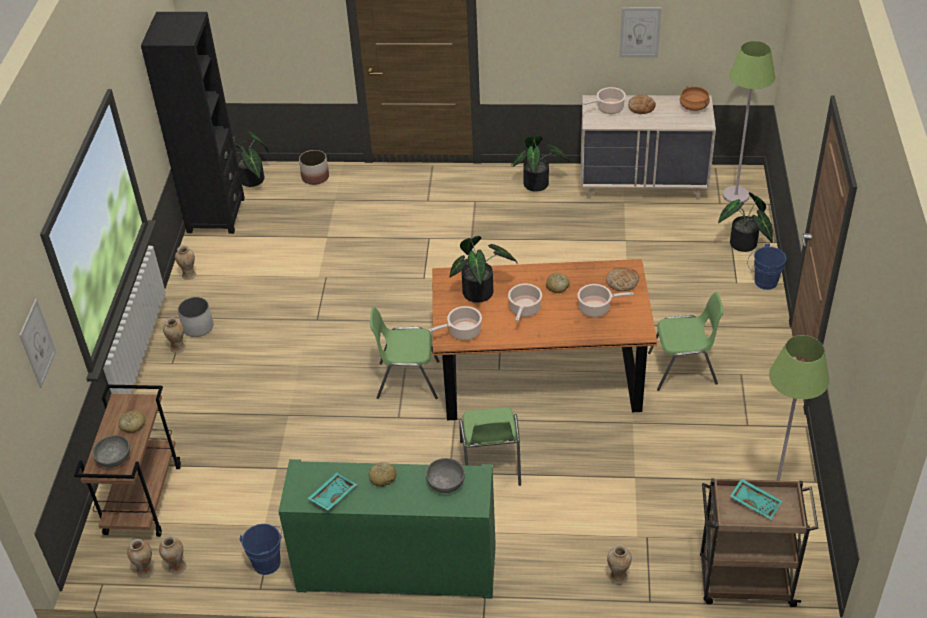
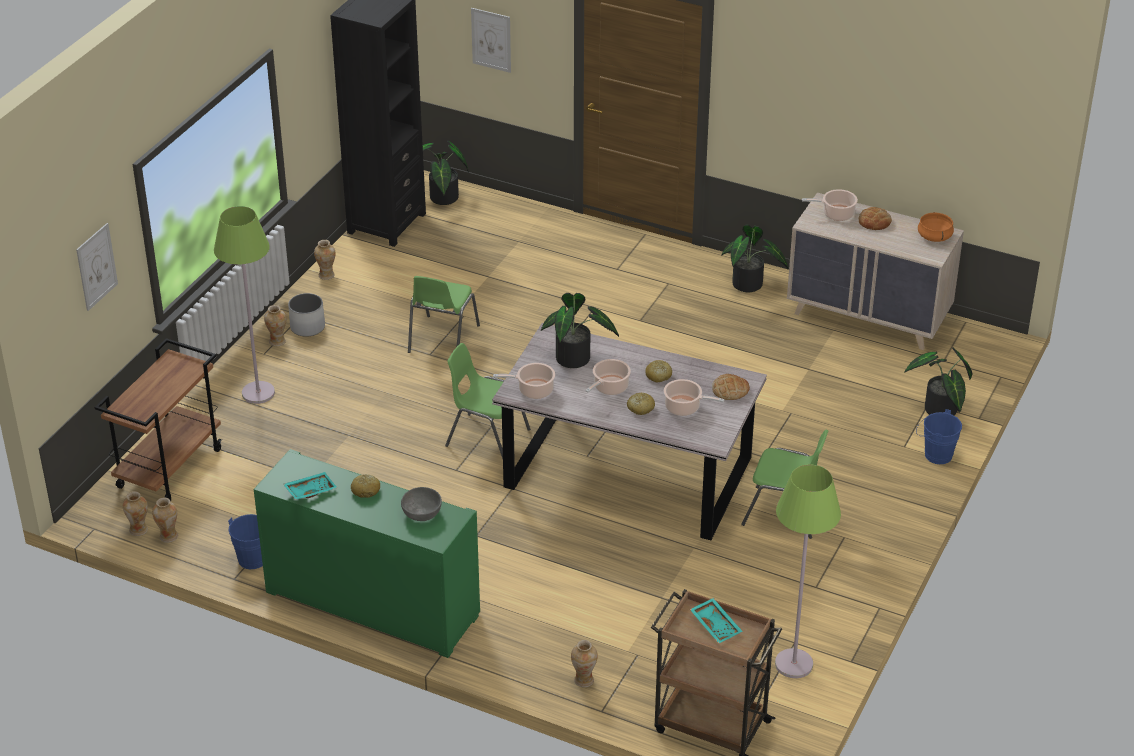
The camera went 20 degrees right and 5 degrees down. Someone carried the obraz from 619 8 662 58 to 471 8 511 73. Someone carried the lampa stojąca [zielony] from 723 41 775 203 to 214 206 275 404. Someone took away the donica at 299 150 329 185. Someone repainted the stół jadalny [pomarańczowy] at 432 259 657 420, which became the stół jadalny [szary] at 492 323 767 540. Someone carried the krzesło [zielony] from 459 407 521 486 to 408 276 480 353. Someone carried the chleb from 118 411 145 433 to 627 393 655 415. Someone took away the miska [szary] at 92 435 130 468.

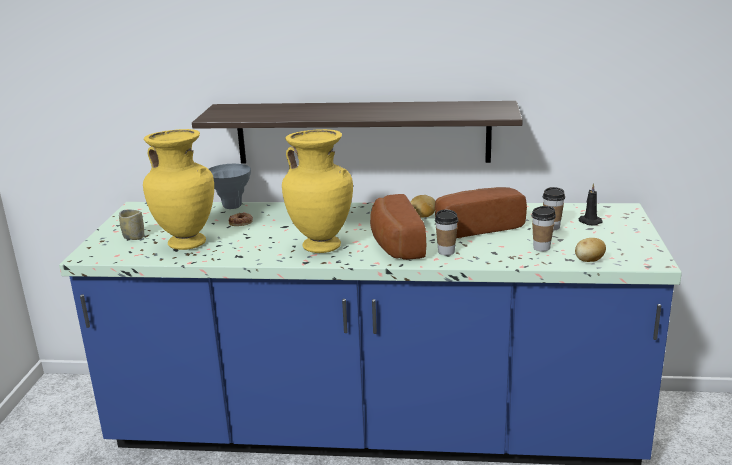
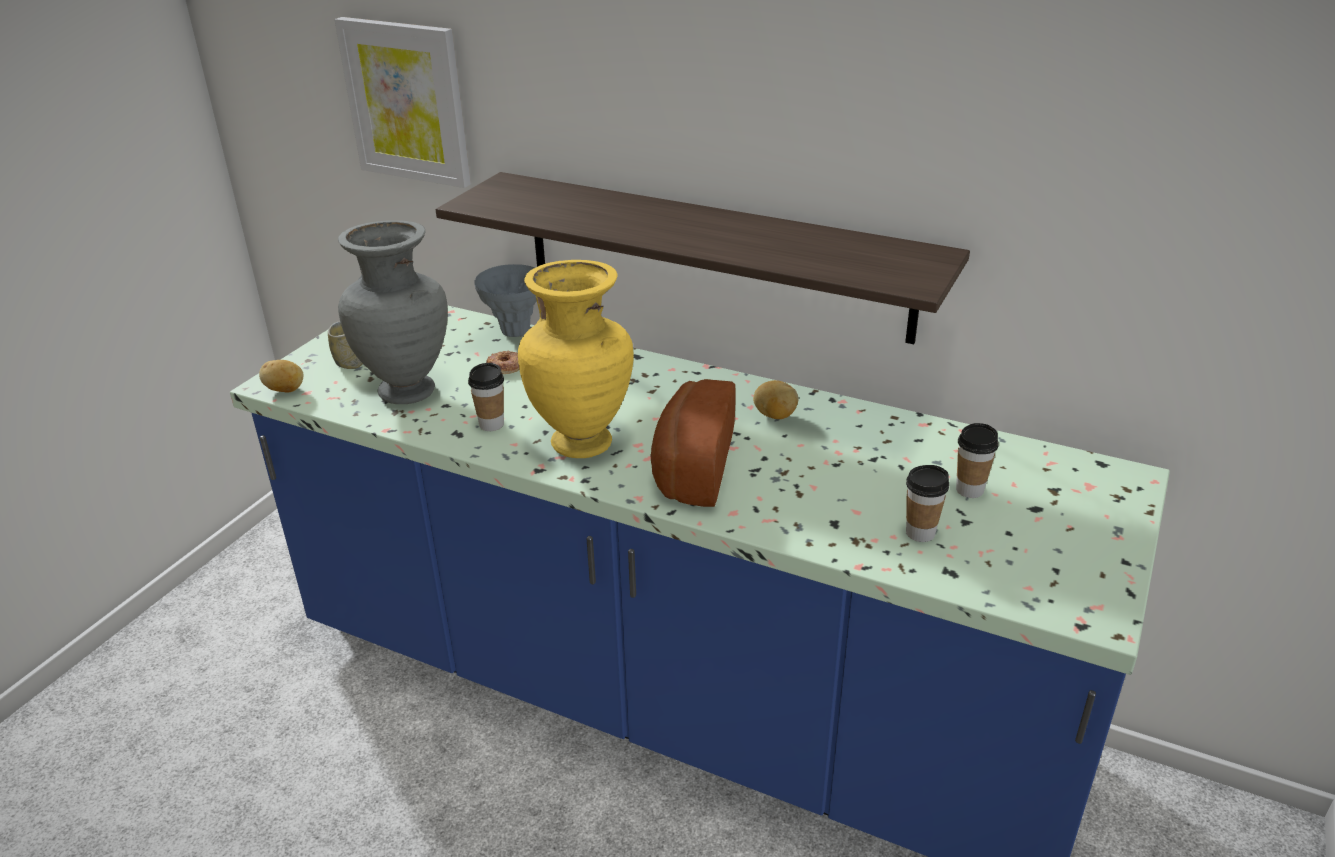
The camera went 20 degrees right and 10 degrees up. Someone repainted the wazon [żółty] at 143 129 214 250, which became the wazon [szary] at 338 220 448 404. Someone took away the świeca [czarny] at 579 183 602 226. Someone took away the chleb at 435 187 527 238. Someone carried the filiżanka from 435 210 459 256 to 468 363 504 431. Someone carried the ziemniak from 575 238 606 262 to 259 360 304 393. Someone put up the obraz at 335 17 471 188.

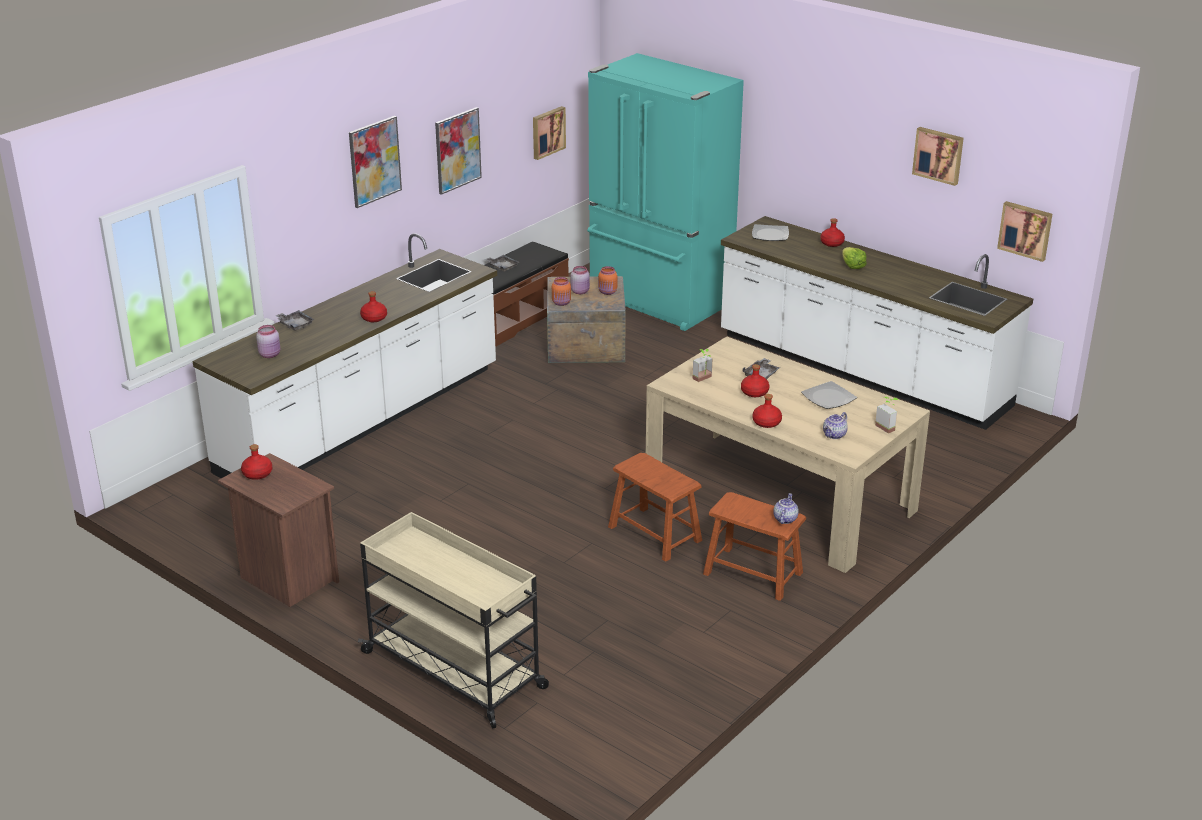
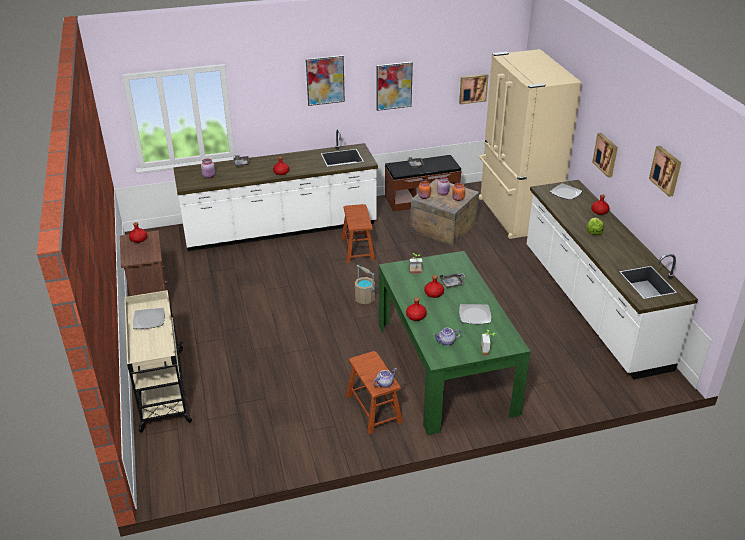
The camera went 35 degrees right and 5 degrees up. Someone repainted the lodówka [turkusowy] at 587 53 744 331, which became the lodówka [beżowy] at 479 49 582 239. Someone carried the obraz from 997 201 1052 262 to 592 133 618 178. Someone repainted the stół jadalny [beżowy] at 646 336 930 573, which became the stół jadalny [zielony] at 379 251 531 435. Someone carried the stołek [brązowy] from 608 453 702 562 to 341 204 375 263. Someone put down the wiadro [beżowy] at 355 265 375 304. Someone put down the talerz at 133 308 165 329.

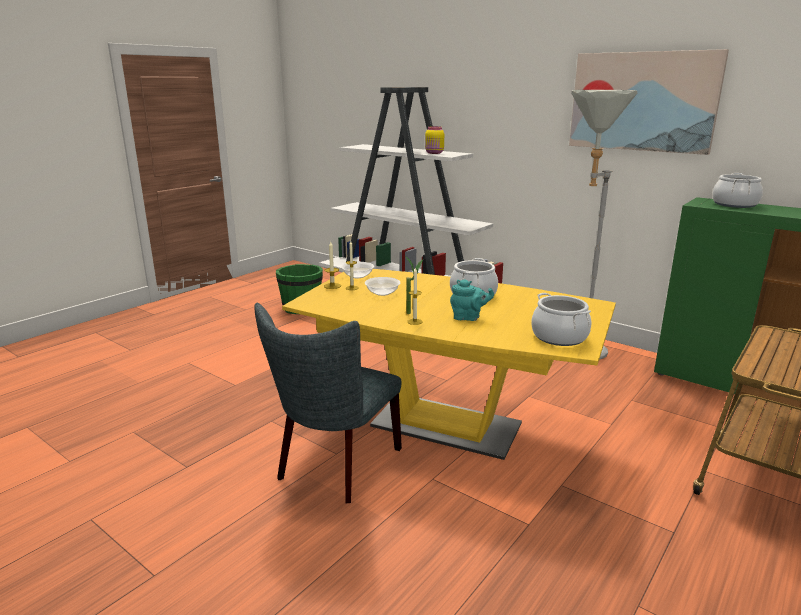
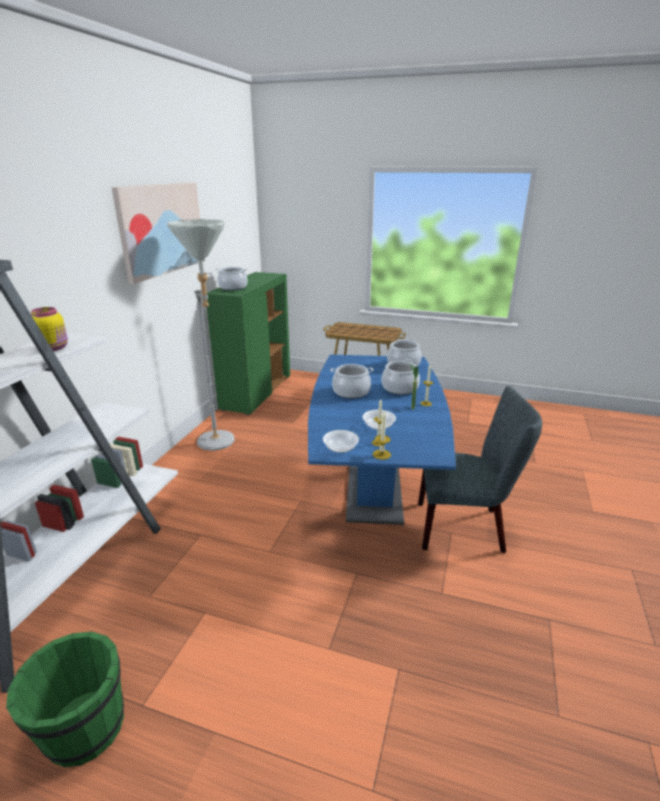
The camera went 110 degrees left and 5 degrees up. Someone repainted the stół jadalny [żółty] at 282 269 616 460, which became the stół jadalny [niebieski] at 308 355 456 525. Someone swapped the imbryk [turkusowy] at 450 279 494 321 for the garnek at 381 359 420 395.

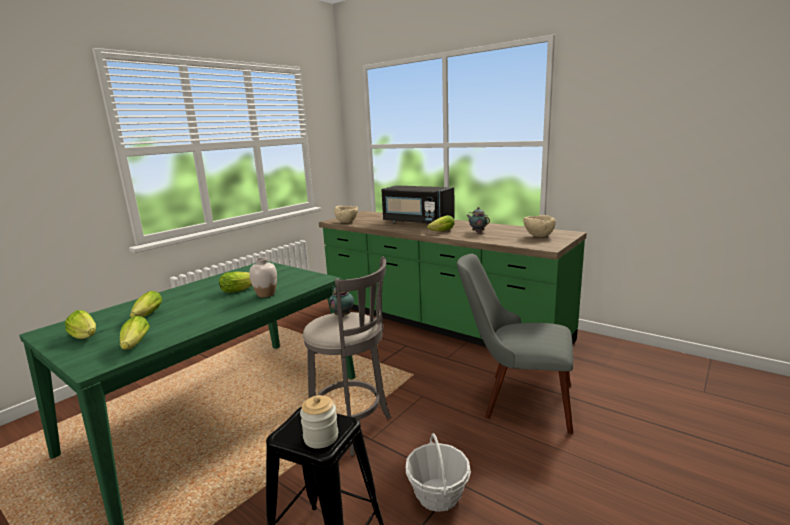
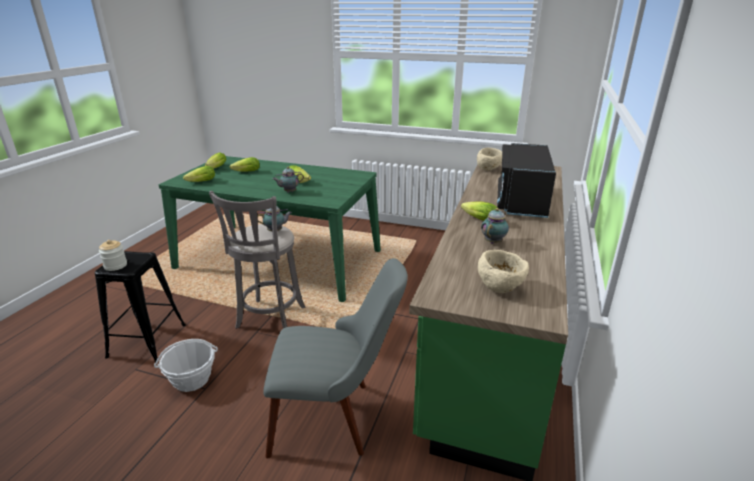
The camera went 70 degrees right and 10 degrees up. Someone rotated the krzesło [szary] at 457 254 573 434 by 90 degrees clockwise. Someone swapped the wazon [biały] at 249 257 277 298 for the imbryk at 273 167 304 192.

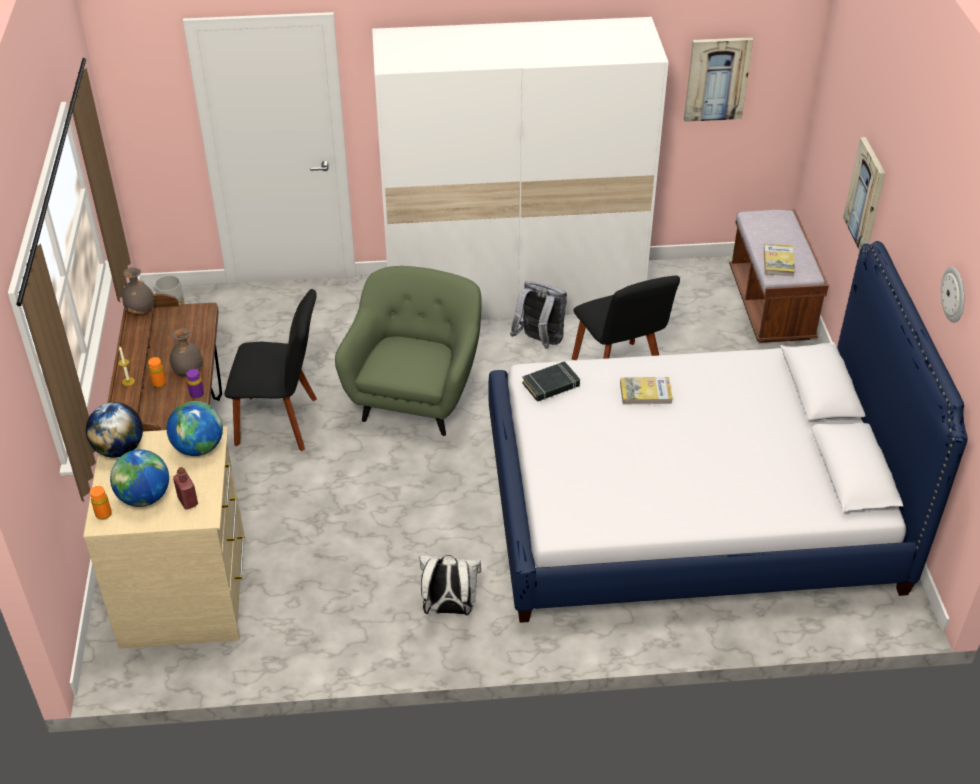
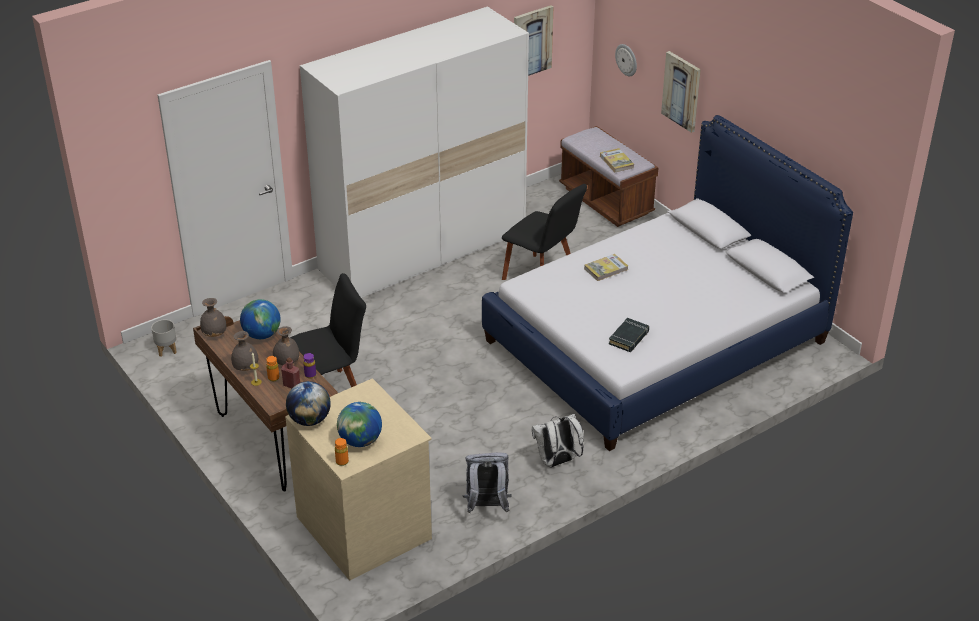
The camera went 30 degrees left and 5 degrees down. Someone took away the fotel [zielony] at 335 266 482 436. Someone carried the zegar ścienny from 941 267 964 323 to 615 44 637 76. Someone carried the plecak [szary] from 510 281 567 349 to 463 452 512 513. Someone carried the książka [czarny] from 522 361 580 402 to 609 318 649 352. Someone carried the globus from 167 401 223 456 to 240 299 280 339. Someone carried the butelka [czerwony] from 173 467 198 509 to 281 358 300 389. Someone put down the wazon [szary] at 231 331 258 371.

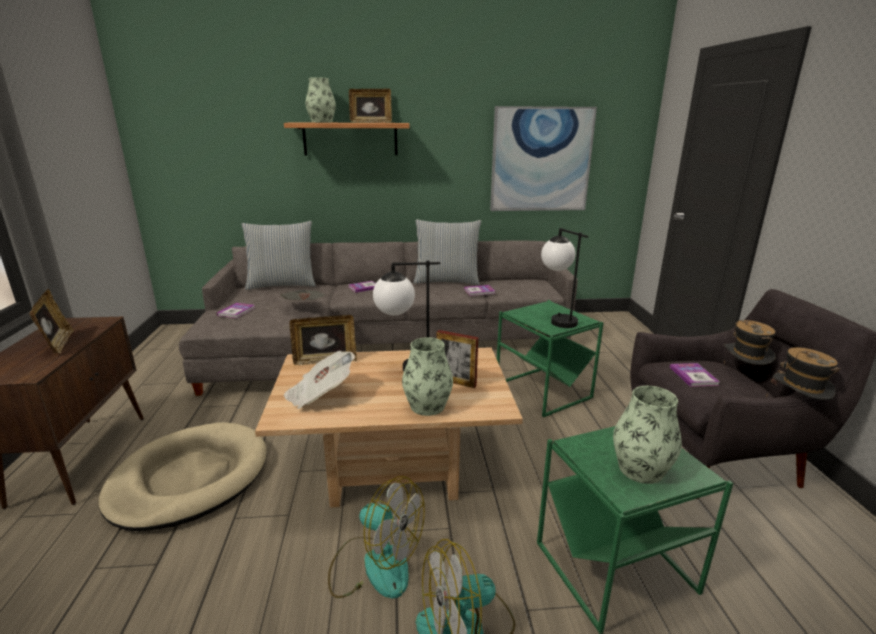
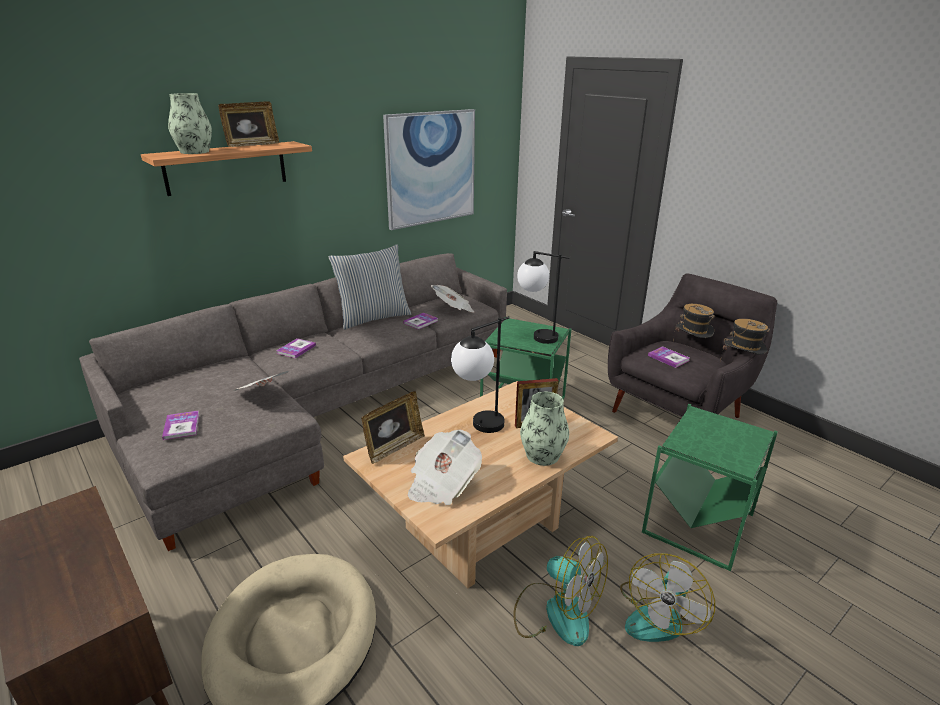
The camera went 35 degrees left and 5 degrees up. Someone took away the poduszka at 242 221 316 290. Someone took away the ramka na zdjęcie at 30 289 74 354. Someone took away the wazon at 613 386 682 484. Someone rotated the wentylator at 328 476 425 599 by 45 degrees clockwise. Someone put down the gazeta at 431 285 474 313.

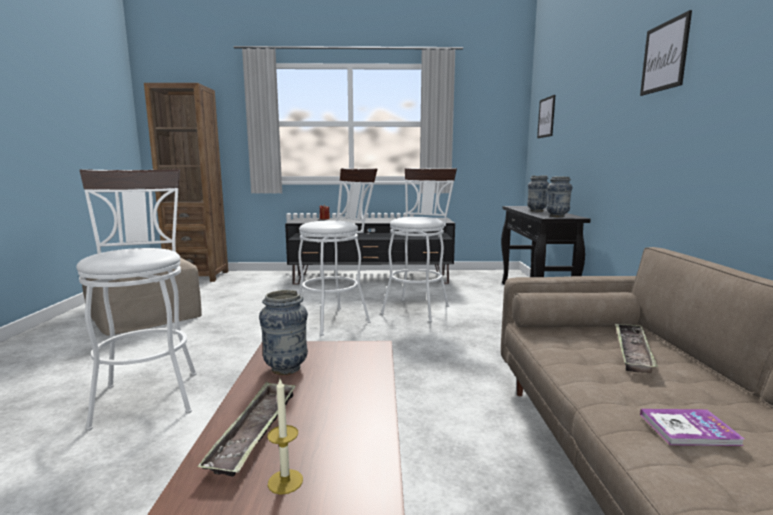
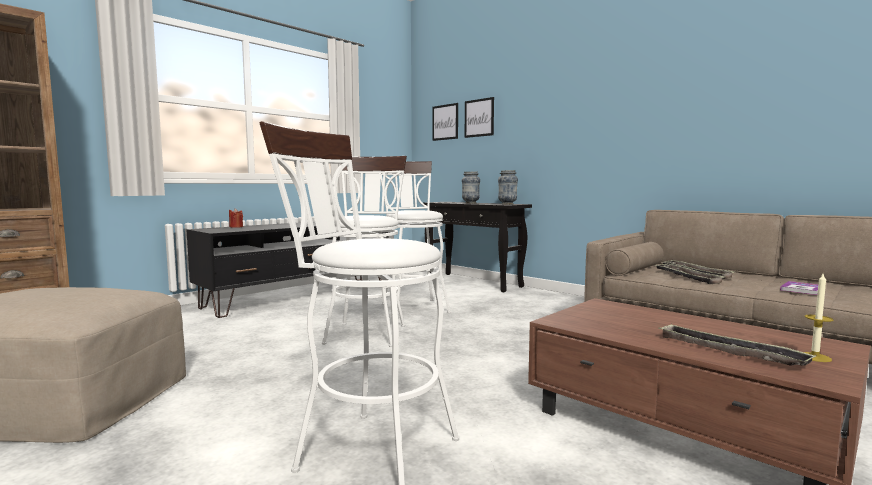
The camera went 45 degrees left and 5 degrees down. Someone carried the obraz from 640 10 692 96 to 465 97 494 138. Someone took away the wazon at 259 290 308 375. Someone put down the taca at 655 263 725 284.

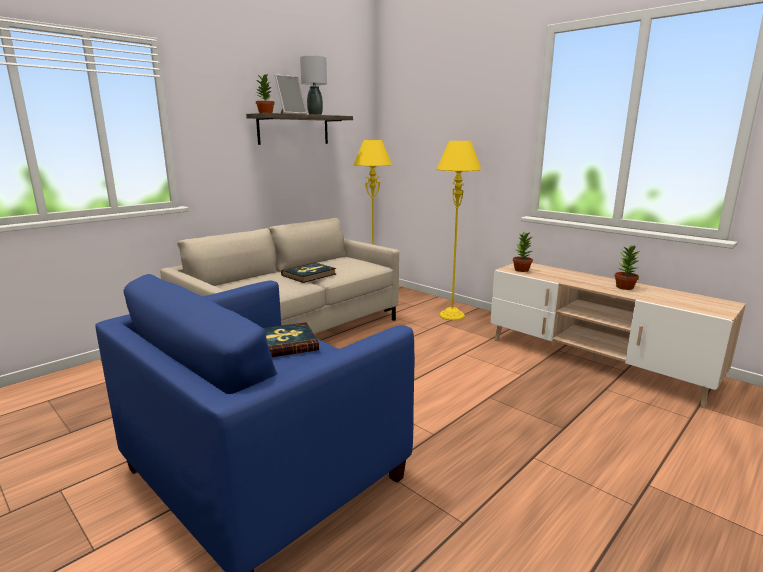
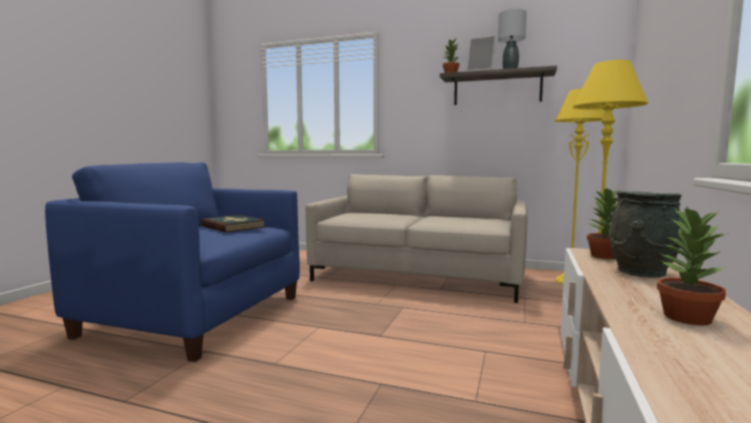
The camera went 65 degrees right and 10 degrees down. Someone took away the książka at 281 262 336 283. Someone put down the wazon [szary] at 609 191 684 278.

